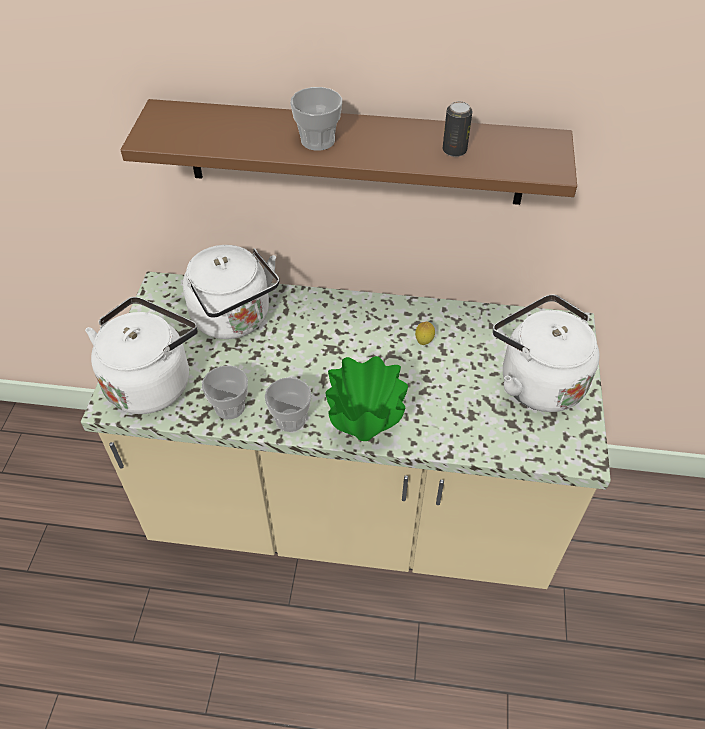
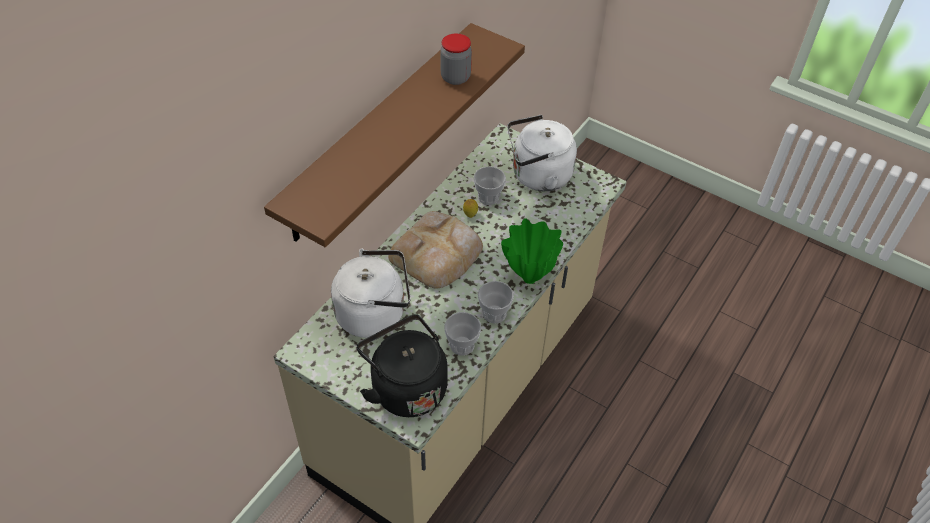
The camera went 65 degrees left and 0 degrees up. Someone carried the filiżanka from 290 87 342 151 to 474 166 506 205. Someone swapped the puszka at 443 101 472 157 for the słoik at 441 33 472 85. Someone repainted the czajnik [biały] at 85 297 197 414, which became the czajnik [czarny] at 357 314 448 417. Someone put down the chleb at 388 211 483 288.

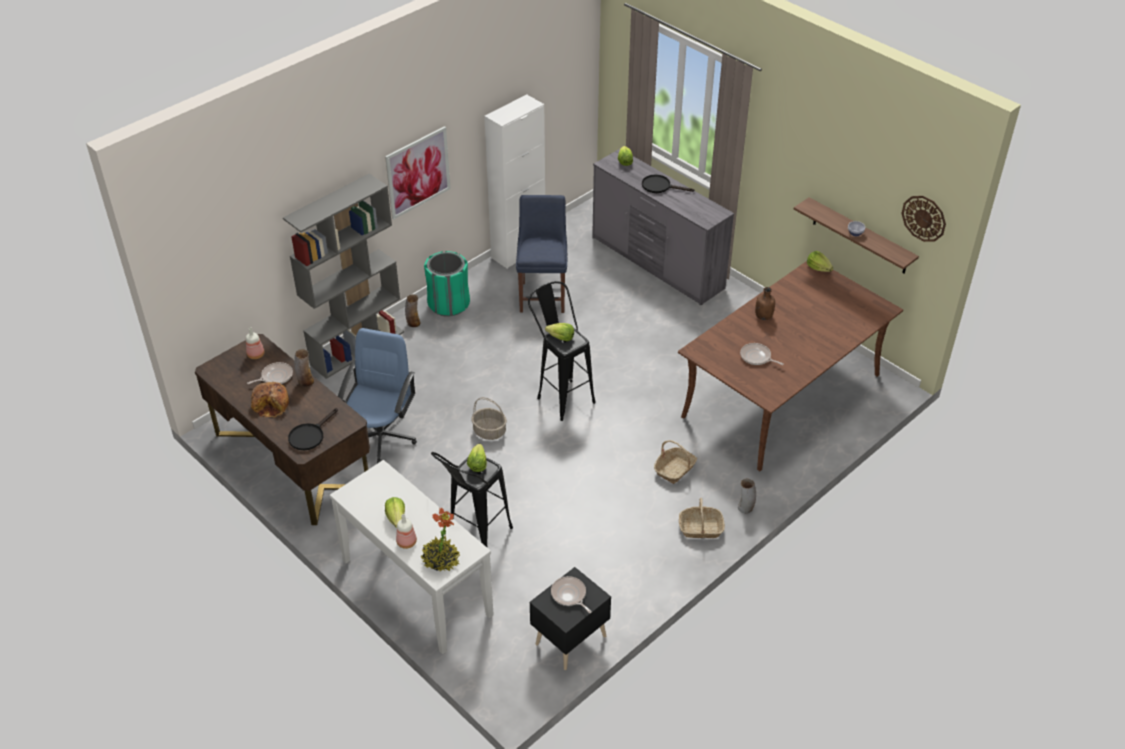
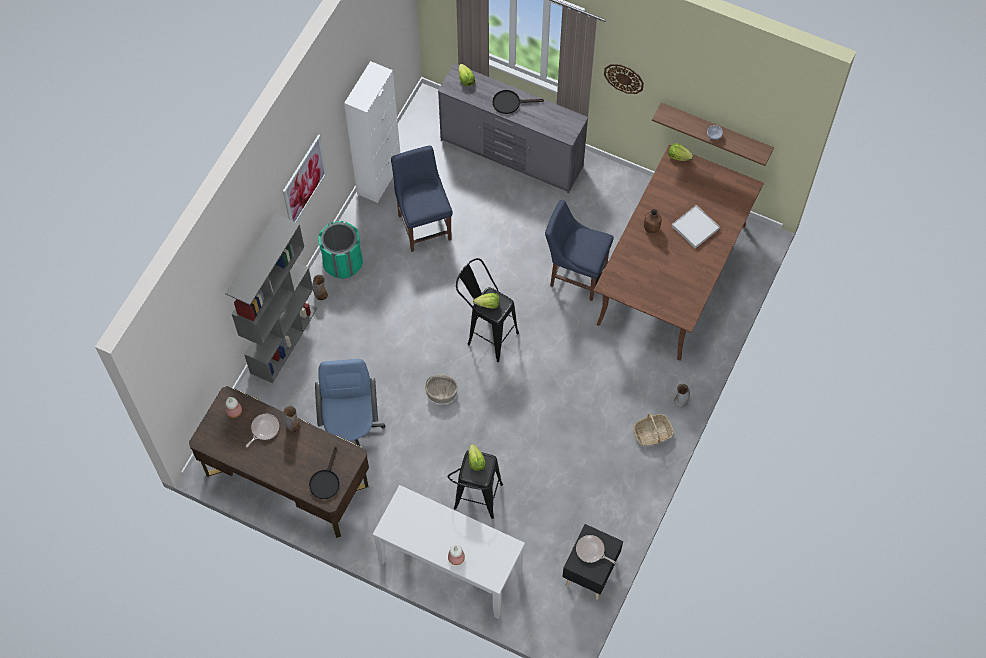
The camera went 20 degrees left and 20 degrees up. Someone carried the zegar ścienny from 901 196 946 242 to 604 64 644 94. Someone took away the patelnia at 740 343 784 365. Someone took away the chleb at 251 382 289 417. Someone took away the koszyk at 654 440 697 484. Someone took away the sałata at 385 497 405 528. Someone took away the roślina doniczkowa at 420 508 460 571. Someone put down the krzesło [niebieski] at 545 200 614 301. Someone put down the taca [biały] at 672 205 720 248.

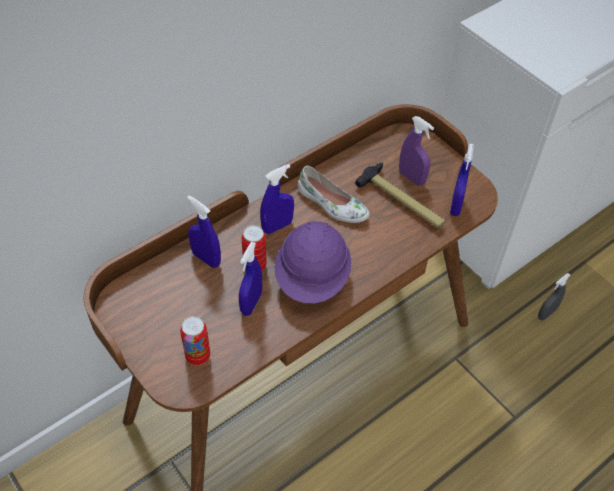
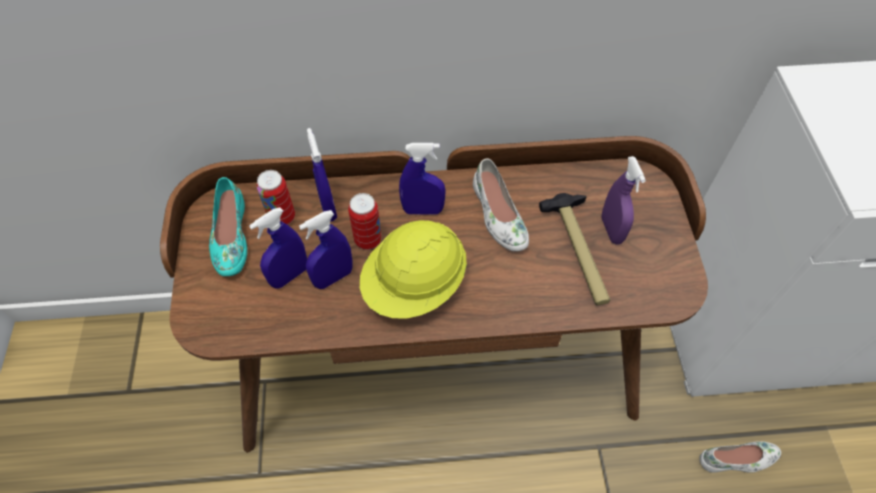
The camera went 35 degrees right and 5 degrees up. Someone carried the spryskiwacz [niebieski] from 450 143 474 216 to 249 207 307 289. Someone repainted the kask [fioletowy] at 274 221 351 303, which became the kask [żółty] at 360 220 467 318. Someone swapped the spryskiwacz [szary] at 538 273 570 321 for the but [biały] at 699 441 781 473. Someone carried the puszka from 180 316 210 365 to 257 170 295 225. Someone put down the but [turkusowy] at 209 177 247 276.

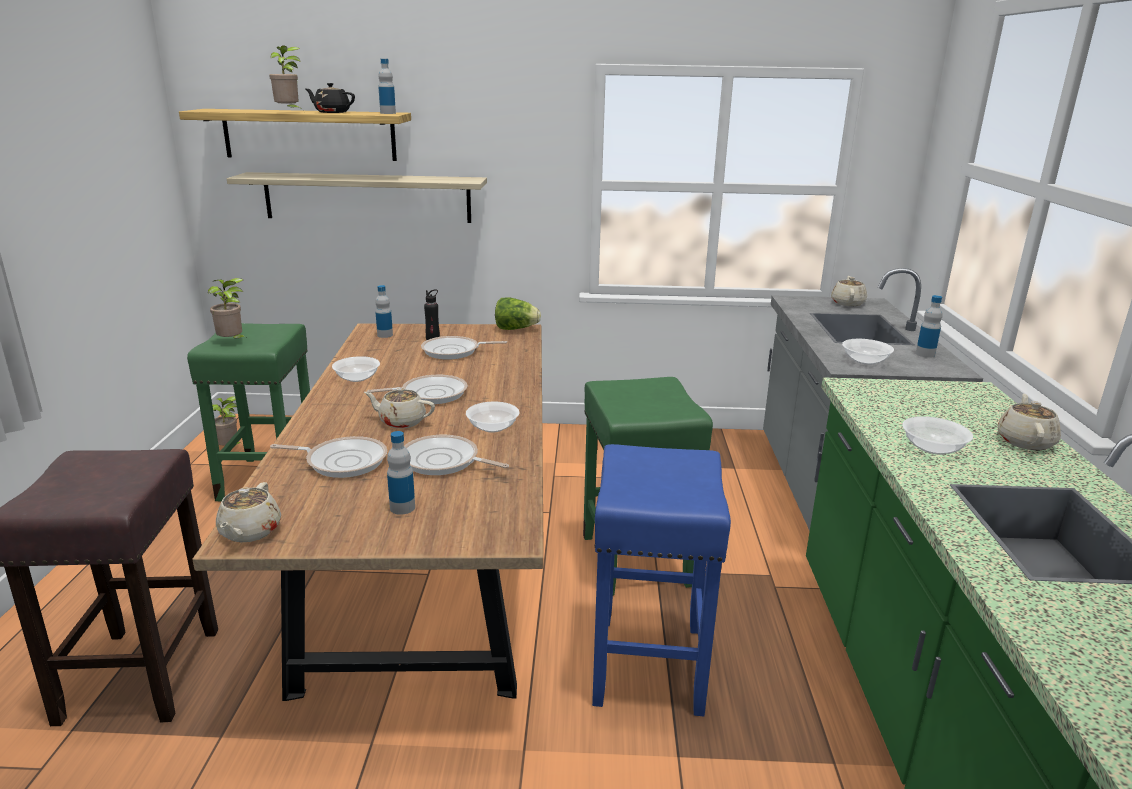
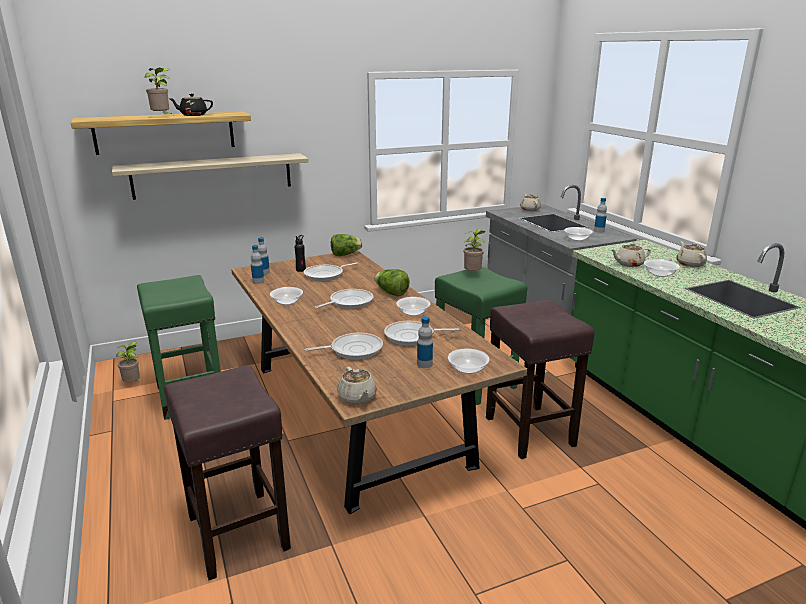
The camera went 25 degrees left and 0 degrees up. Someone carried the butelka from 378 59 396 114 to 251 245 264 284. Someone carried the roślina doniczkowa from 208 278 244 339 to 463 229 486 271. Someone carried the imbryk [beżowy] from 364 388 435 428 to 610 243 651 267. Someone repainted the stołek [niebieski] at 592 444 731 716, which became the stołek [brązowy] at 486 299 595 459. Someone put down the sałata at 374 269 410 297. Someone put down the miska at 448 348 489 374.

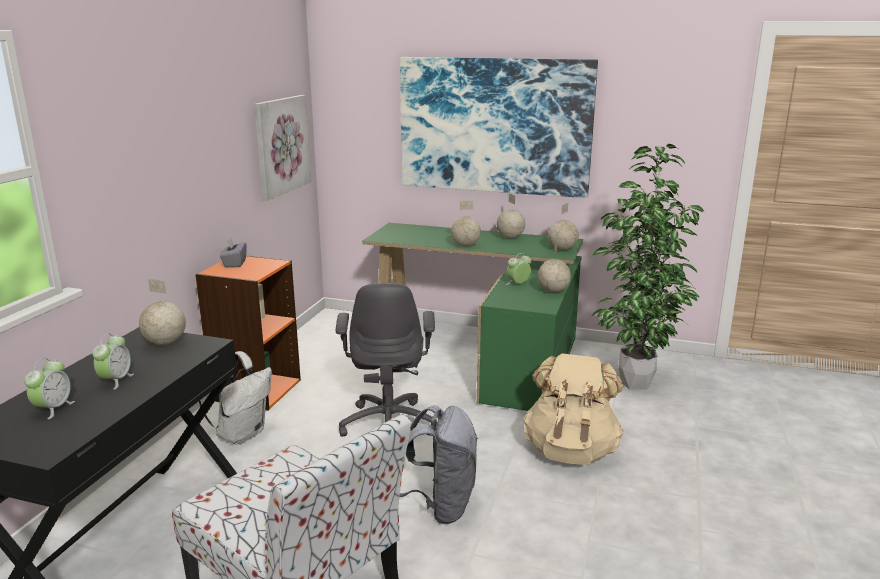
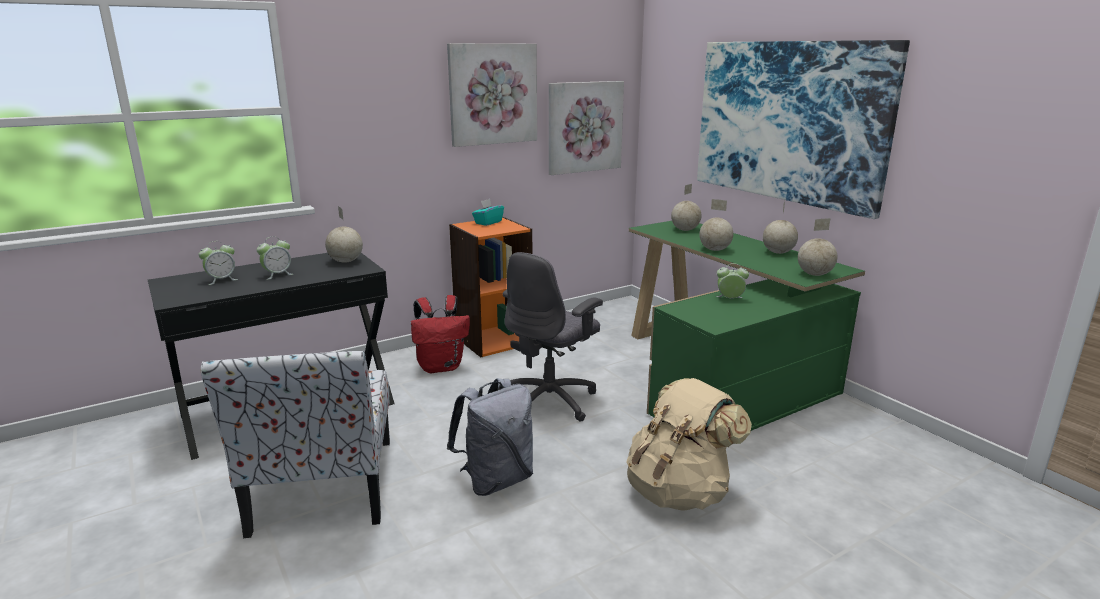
The camera went 40 degrees right and 0 degrees up. Someone took away the roślina doniczkowa at 592 144 704 390. Someone repainted the pudełko chusteczek [szary] at 220 237 247 268, which became the pudełko chusteczek [turkusowy] at 472 199 504 226. Someone carried the globus from 538 241 571 292 to 671 184 701 231. Someone repainted the plecak [biały] at 199 351 272 445, which became the plecak [czerwony] at 411 295 470 373. Someone put up the obraz at 447 43 537 147.

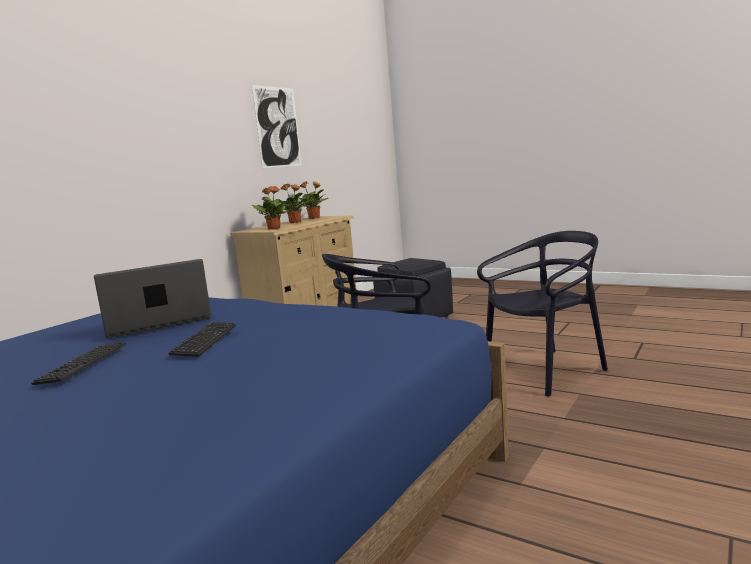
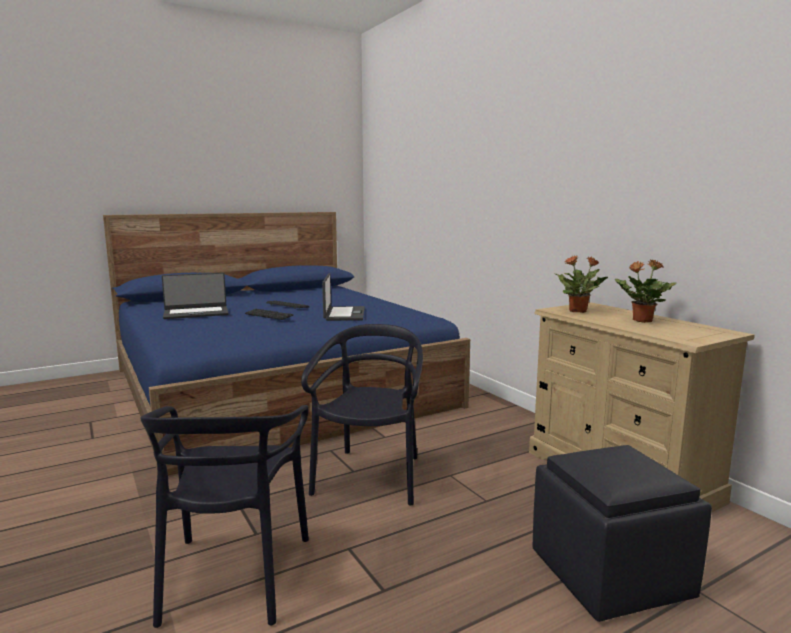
The camera went 115 degrees right and 0 degrees up. Someone took away the obraz at 252 85 302 168. Someone took away the roślina doniczkowa at 299 181 328 219. Someone put down the laptop at 162 273 229 319.

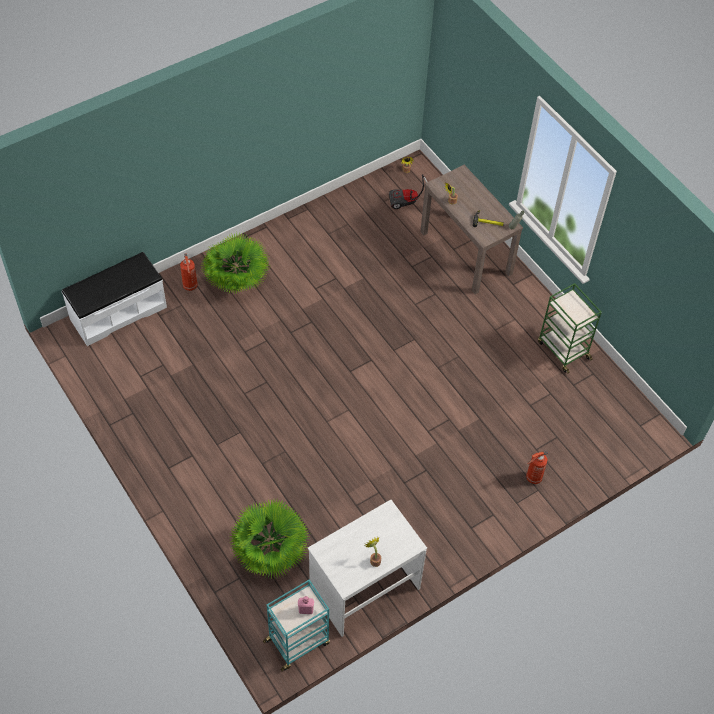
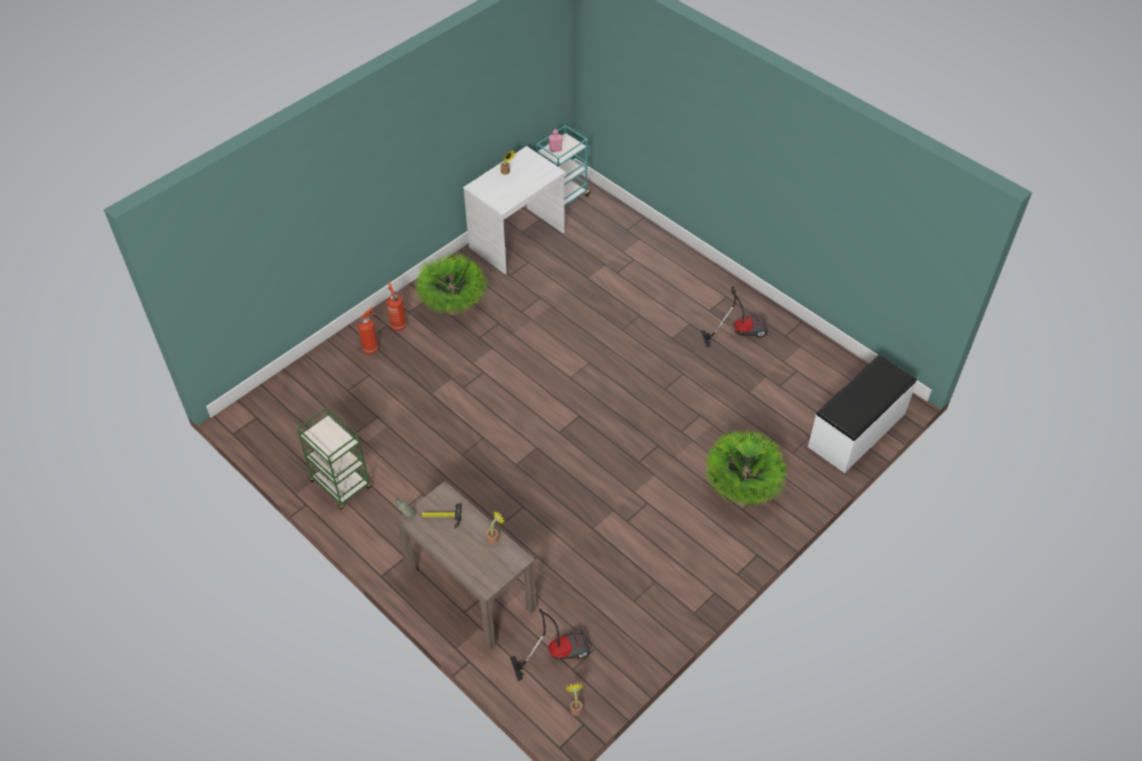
The camera went 170 degrees right and 5 degrees down. Someone carried the gaśnica from 180 253 198 291 to 387 282 407 331. Someone carried the roślina doniczkowa from 230 500 309 579 to 413 252 487 315. Someone put down the odkurzacz at 701 286 768 347.

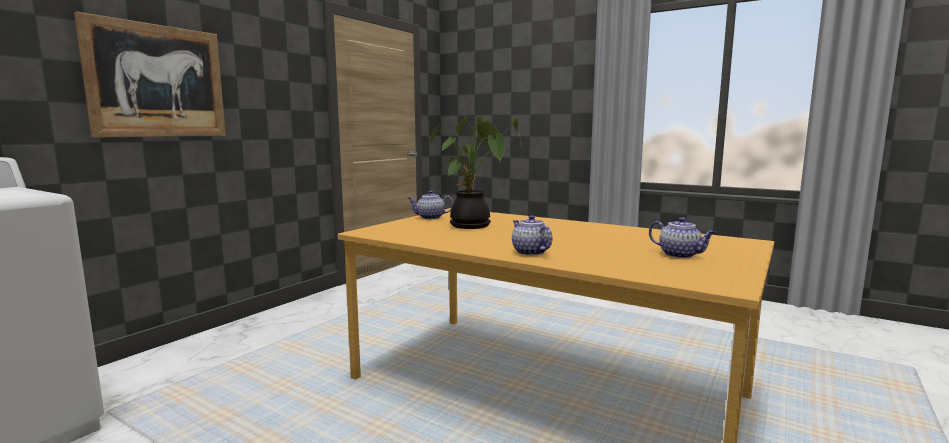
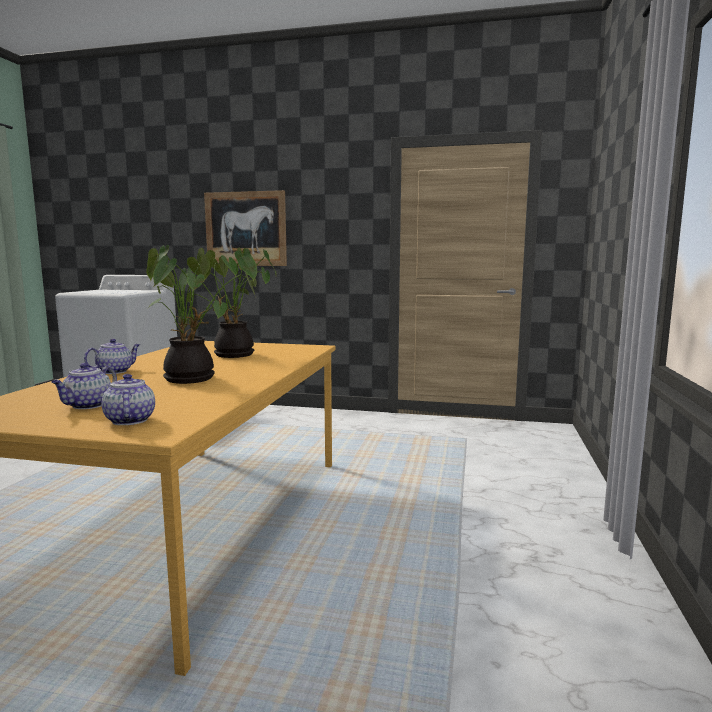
The camera went 70 degrees right and 0 degrees up. Someone carried the imbryk from 408 191 454 219 to 102 374 155 425. Someone put down the roślina doniczkowa at 146 245 256 384.

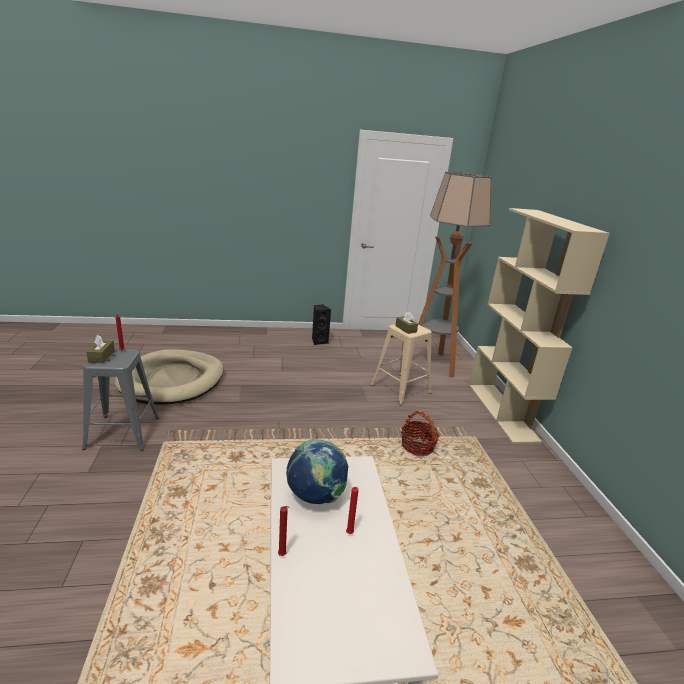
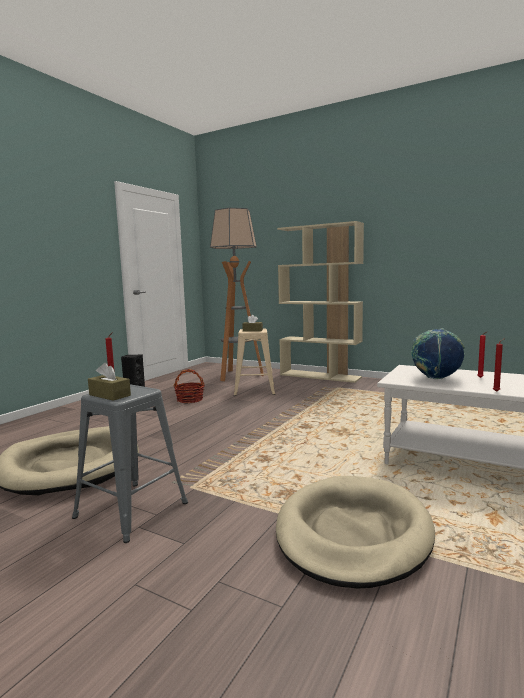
The camera went 50 degrees left and 15 degrees down. Someone carried the koszyk from 401 411 440 456 to 173 369 205 403. Someone put down the legowisko [beżowy] at 276 476 435 588.

